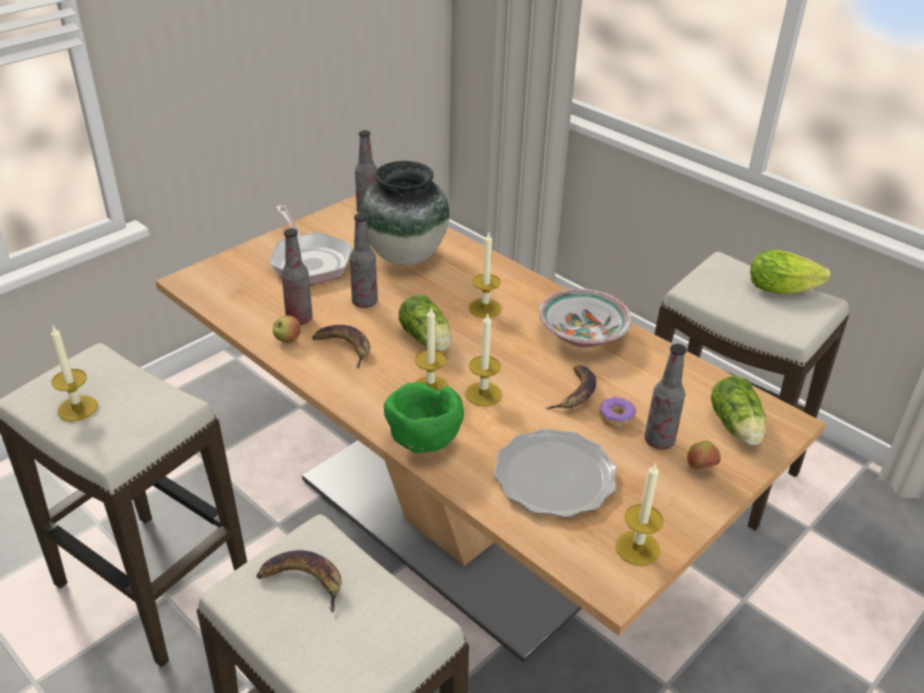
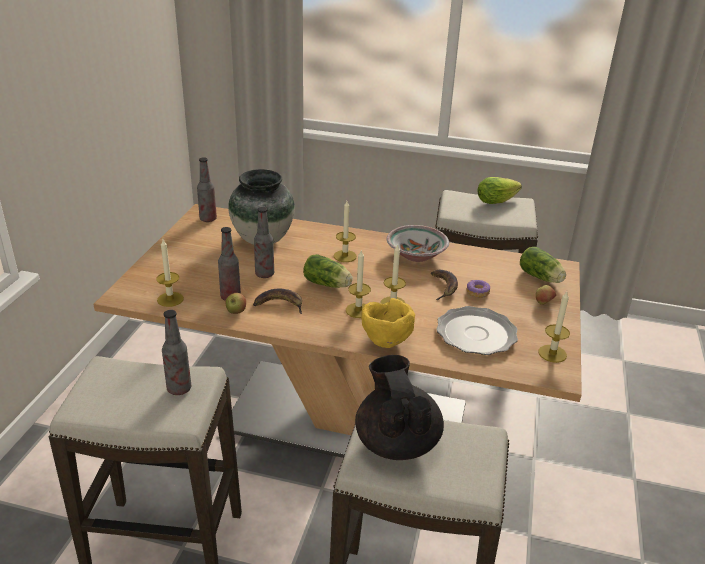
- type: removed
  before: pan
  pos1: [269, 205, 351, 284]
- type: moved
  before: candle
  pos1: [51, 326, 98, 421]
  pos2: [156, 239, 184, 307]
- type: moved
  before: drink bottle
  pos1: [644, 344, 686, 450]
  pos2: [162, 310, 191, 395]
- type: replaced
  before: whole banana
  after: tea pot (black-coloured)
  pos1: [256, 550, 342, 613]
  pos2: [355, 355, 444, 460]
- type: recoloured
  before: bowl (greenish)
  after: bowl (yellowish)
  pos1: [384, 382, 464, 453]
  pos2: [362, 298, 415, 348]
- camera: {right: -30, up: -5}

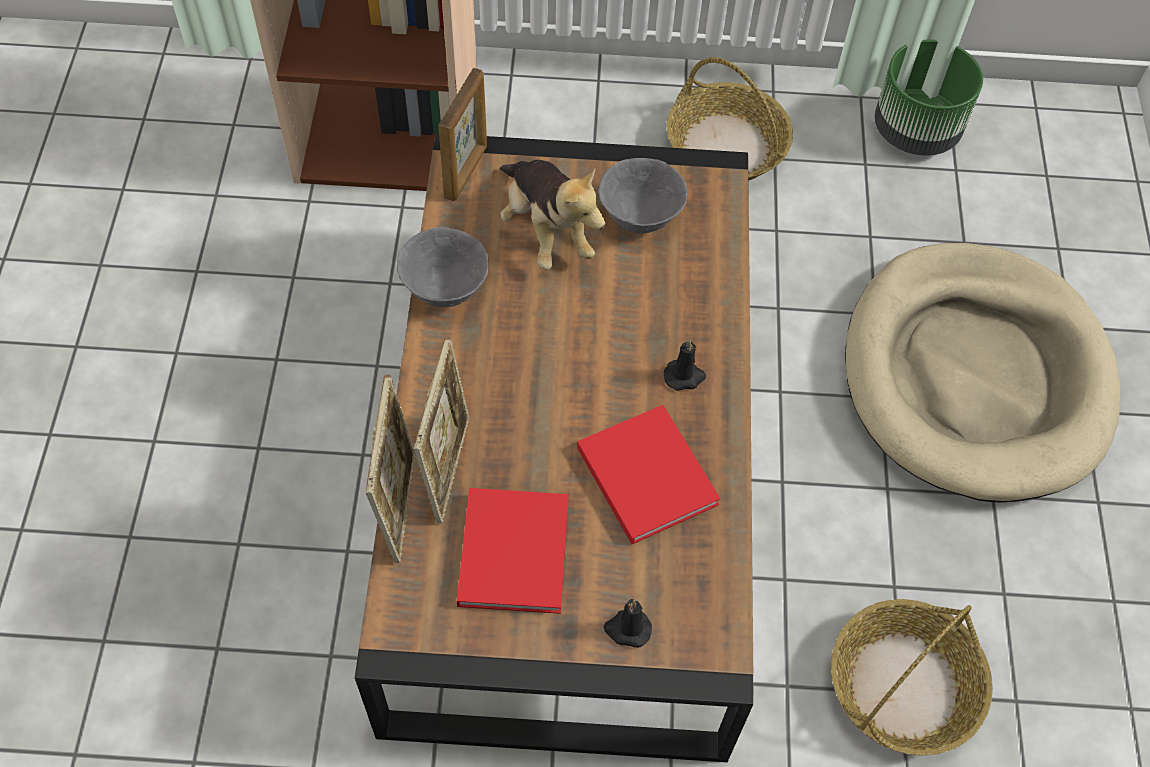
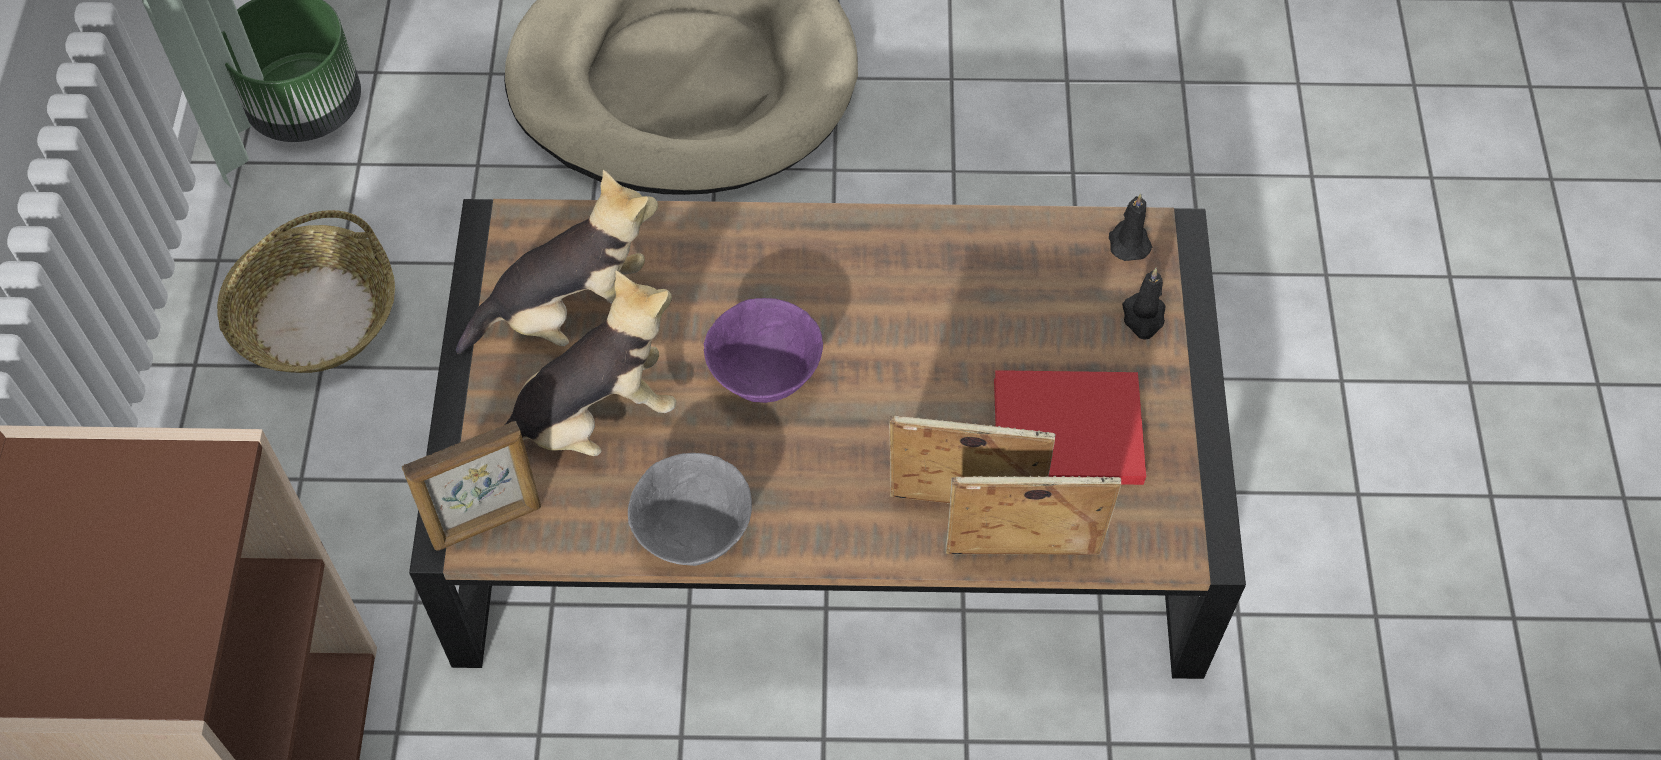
- type: removed
  before: volume (red)
  pos1: [577, 405, 721, 544]
- type: removed
  before: basket
  pos1: [831, 599, 993, 755]
- type: added
  after: bowl (purple-coloured)
  pos2: [704, 298, 823, 403]
- type: moved
  before: candle (black-coloured)
  pos1: [664, 339, 706, 391]
  pos2: [1109, 193, 1152, 261]
- type: replaced
  before: bowl (greyish)
  after: cuddly toy
  pos1: [599, 158, 688, 233]
  pos2: [456, 170, 658, 354]
- type: turned
  before: picture frame
  pos1: [438, 68, 487, 201]
  pos2: [402, 421, 541, 551]
  turn: 135
- camera: {right: -90, up: 0}

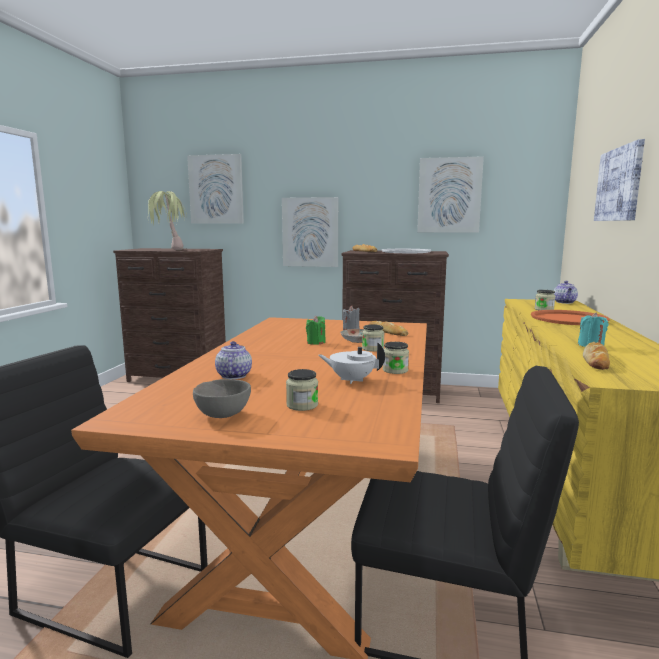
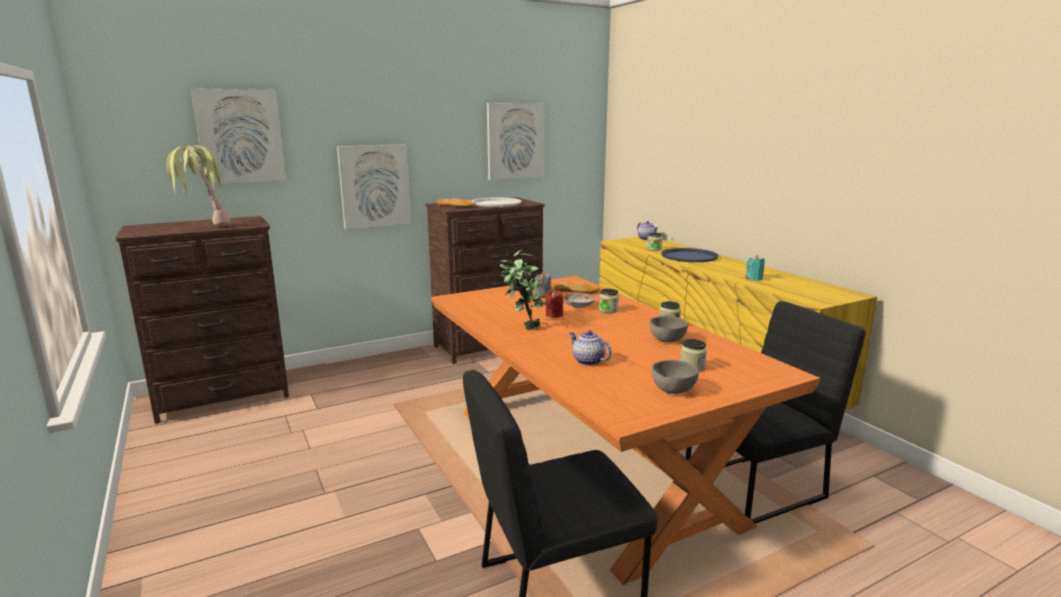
- type: removed
  before: baked bread
  pos1: [583, 342, 610, 370]
- type: removed
  before: wall picture
  pos1: [594, 139, 645, 221]
- type: added
  after: plant in a pot
  pos2: [499, 250, 548, 330]
- type: replaced
  before: tea pot (white)
  after: bowl (greyish)
  pos1: [319, 343, 385, 384]
  pos2: [649, 316, 688, 342]
- type: recoloured
  before: candle (greenish)
  after: candle (red)
  pos1: [306, 315, 326, 345]
  pos2: [545, 289, 563, 318]
- type: recoloured
  before: serving tray (orangey)
  after: serving tray (blue-coloured)
  pos1: [531, 310, 610, 325]
  pos2: [661, 248, 719, 262]
- camera: {right: -40, up: 5}

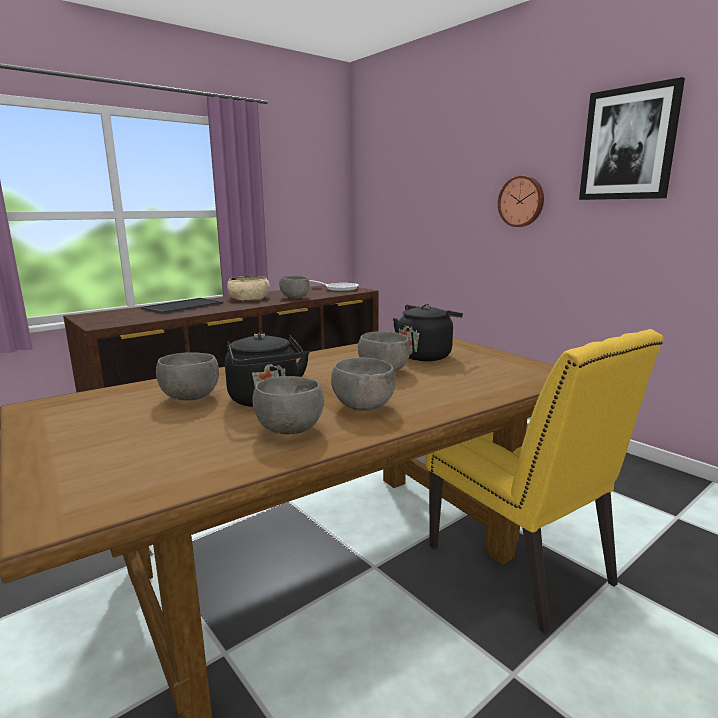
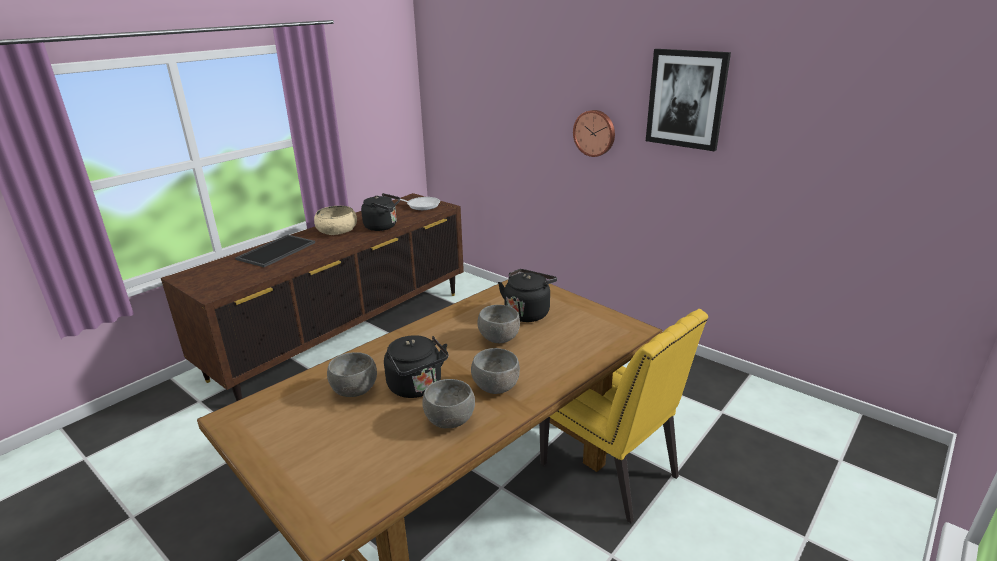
- type: replaced
  before: bowl (greyish)
  after: water kettle (black-coloured)
  pos1: [279, 276, 309, 299]
  pos2: [361, 193, 400, 231]
- camera: {right: -10, up: 10}

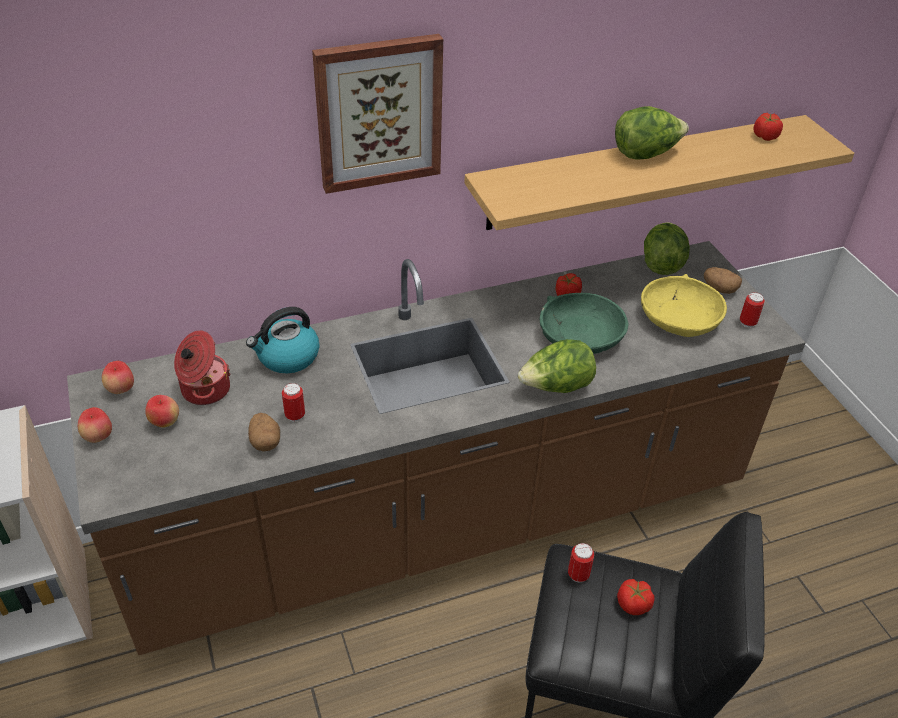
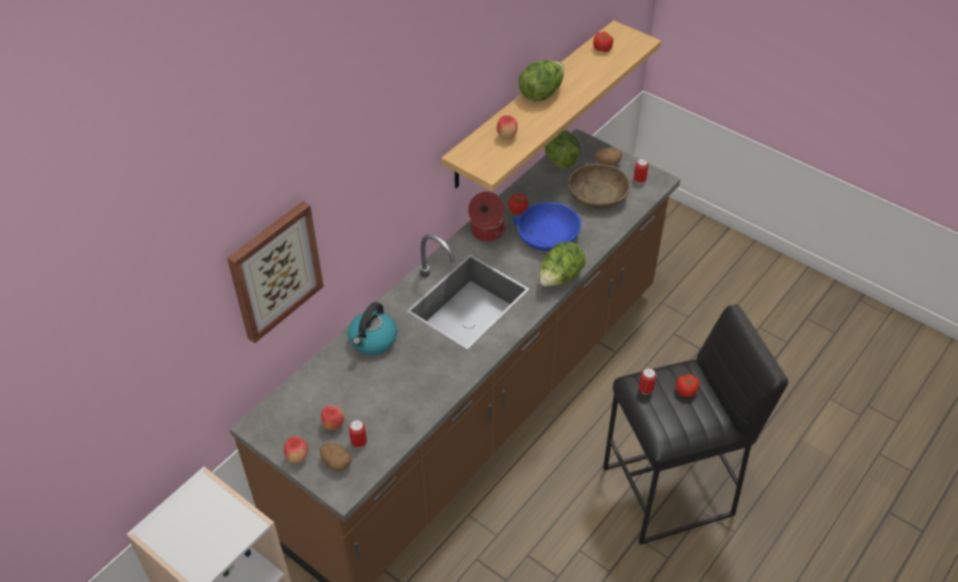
- type: moved
  before: apple fruit
  pos1: [102, 361, 134, 394]
  pos2: [497, 115, 518, 140]
- type: moved
  before: cooking pot
  pos1: [174, 330, 230, 405]
  pos2: [468, 192, 506, 242]
- type: moved
  before: spud
  pos1: [248, 413, 280, 452]
  pos2: [320, 443, 352, 471]
- type: moved
  before: can
  pos1: [282, 383, 305, 422]
  pos2: [349, 420, 367, 448]
- type: moved
  before: wall picture
  pos1: [312, 34, 443, 194]
  pos2: [227, 201, 324, 343]
- type: recoloured
  before: bowl (greenish)
  after: bowl (blue-coloured)
  pos1: [540, 293, 628, 354]
  pos2: [514, 202, 581, 251]
- type: recoloured
  before: bowl (yellowish)
  after: bowl (brown)
  pos1: [641, 274, 727, 337]
  pos2: [568, 162, 630, 209]
- camera: {right: -30, up: 5}

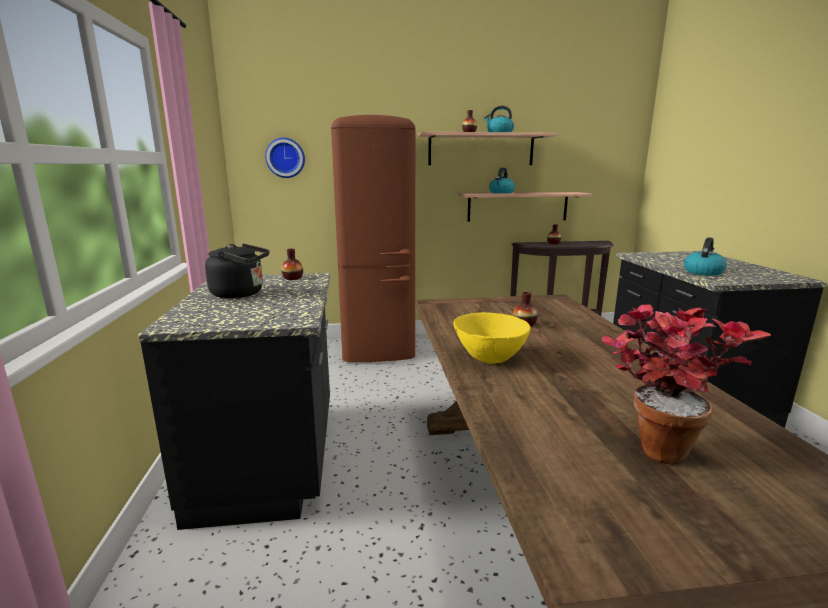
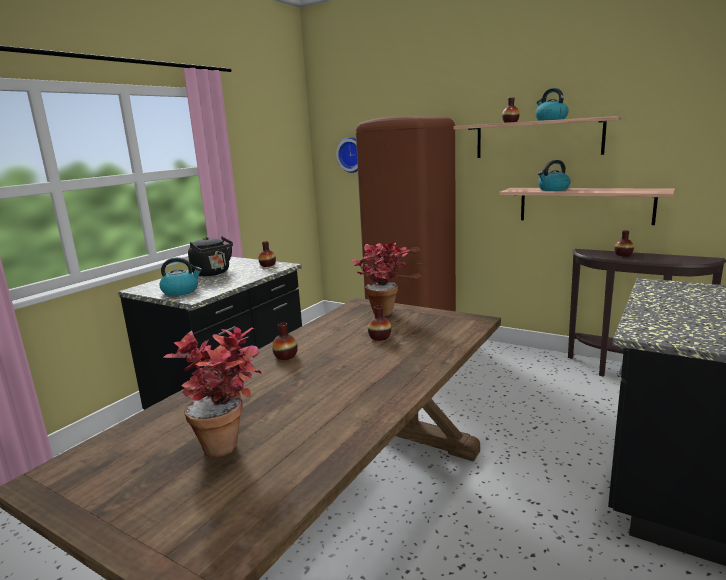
- type: added
  after: plant in a pot
  pos2: [352, 242, 410, 317]
- type: moved
  before: water kettle
  pos1: [684, 237, 727, 276]
  pos2: [159, 257, 202, 296]
- type: replaced
  before: bowl (yellowish)
  after: vase
  pos1: [453, 312, 531, 364]
  pos2: [272, 322, 298, 360]
- camera: {right: 40, up: 0}

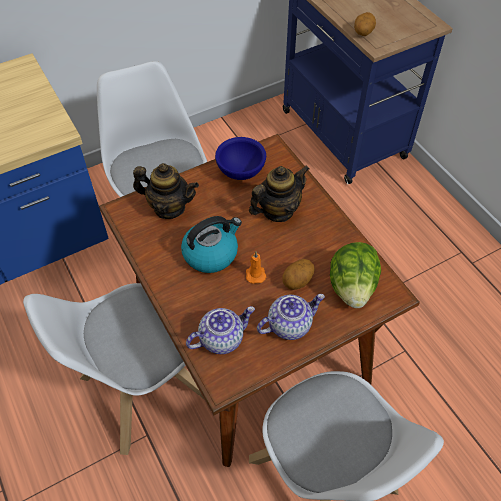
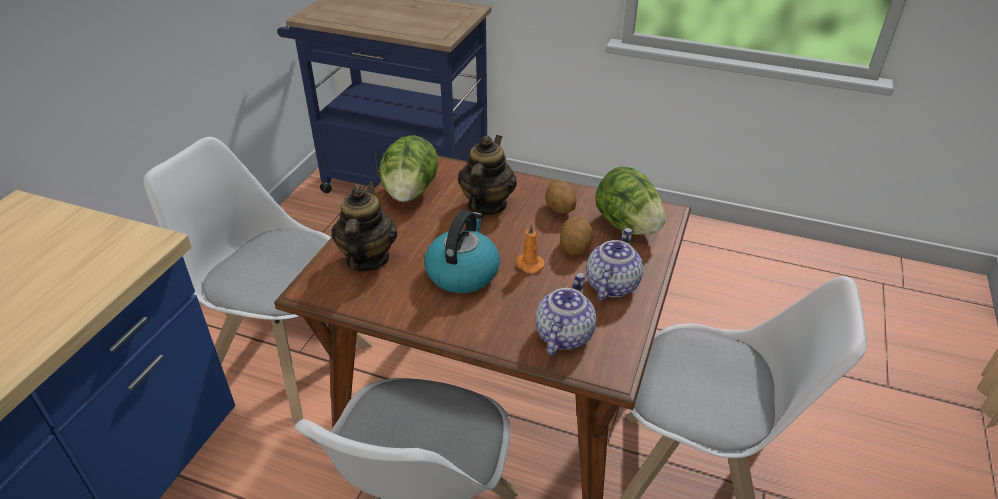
- type: moved
  before: spud
  pos1: [354, 12, 376, 36]
  pos2: [545, 180, 577, 213]
- type: replaced
  before: bowl (blue-coloured)
  after: lettuce
  pos1: [215, 137, 266, 180]
  pos2: [379, 135, 438, 202]
- type: turned
  before: tea pot
  pos1: [133, 163, 199, 219]
  pos2: [331, 182, 398, 272]
  turn: -60
- camera: {right: -40, up: -15}

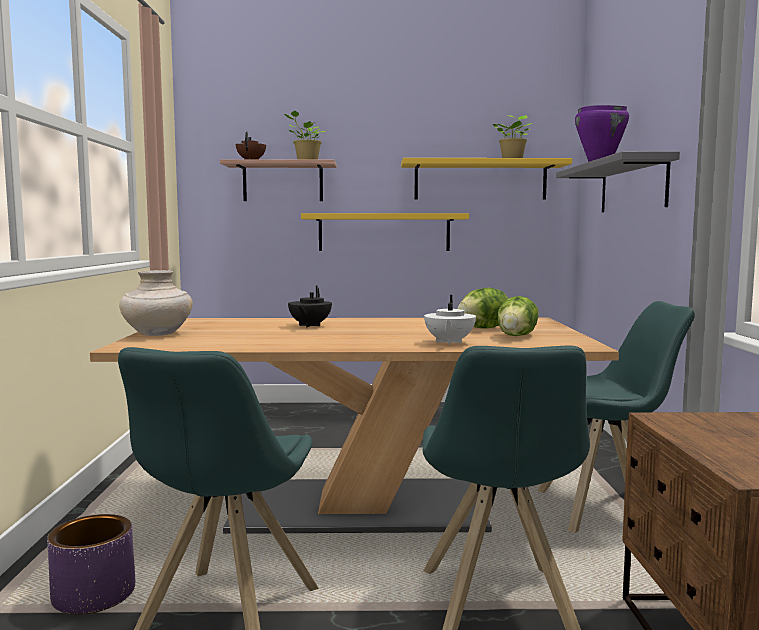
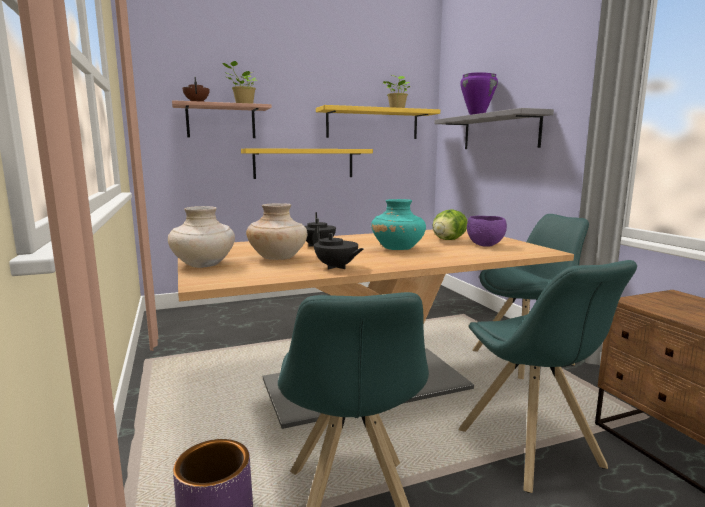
- type: removed
  before: tea pot (white)
  pos1: [424, 295, 476, 345]
- type: added
  after: vase (sand-coloured)
  pos2: [246, 203, 307, 260]
- type: added
  after: tea pot (black-coloured)
  pos2: [313, 226, 364, 270]
- type: added
  after: vase (turquoise)
  pos2: [371, 199, 426, 250]
- type: replaced
  before: lettuce
  after: bowl (purple-coloured)
  pos1: [497, 296, 539, 336]
  pos2: [467, 216, 507, 247]
- camera: {right: -20, up: 5}

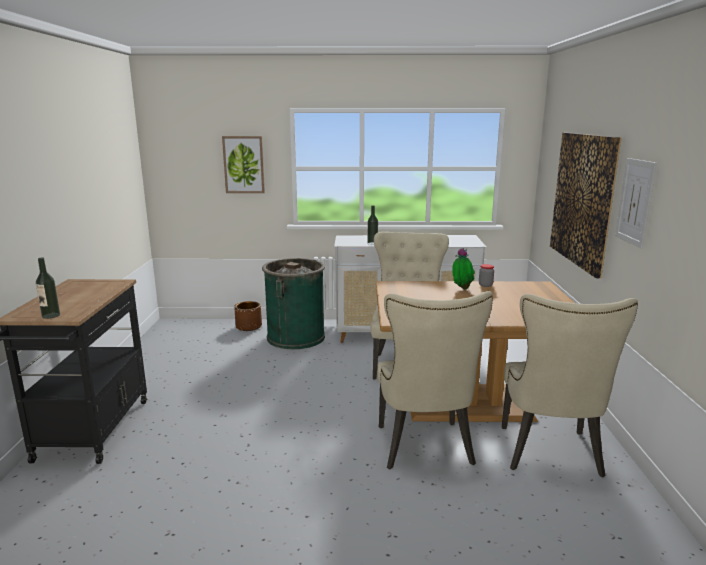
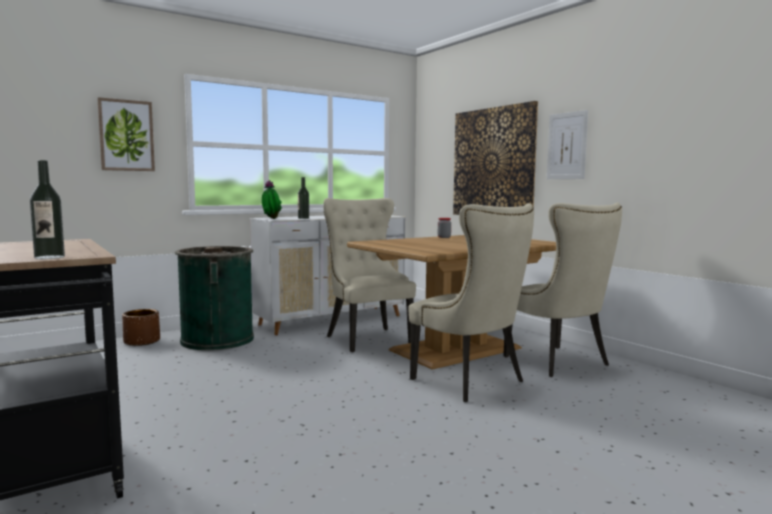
- type: moved
  before: plant in a pot
  pos1: [452, 248, 475, 289]
  pos2: [262, 180, 282, 219]
- camera: {right: -35, up: -10}

